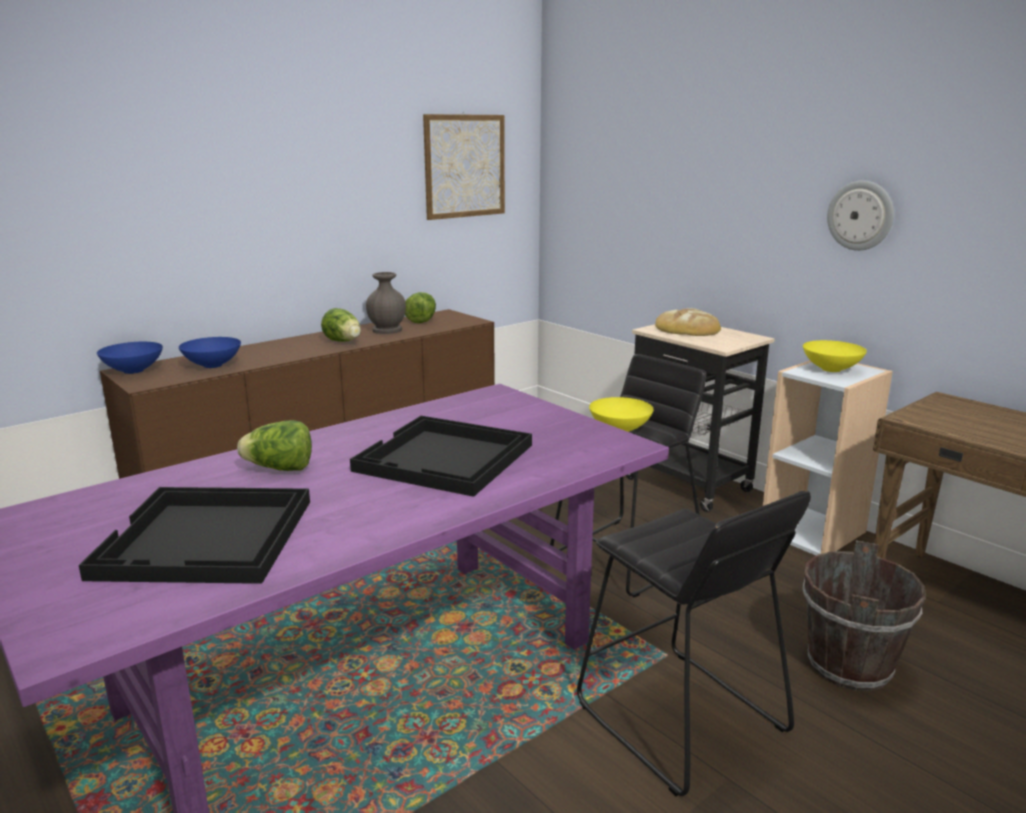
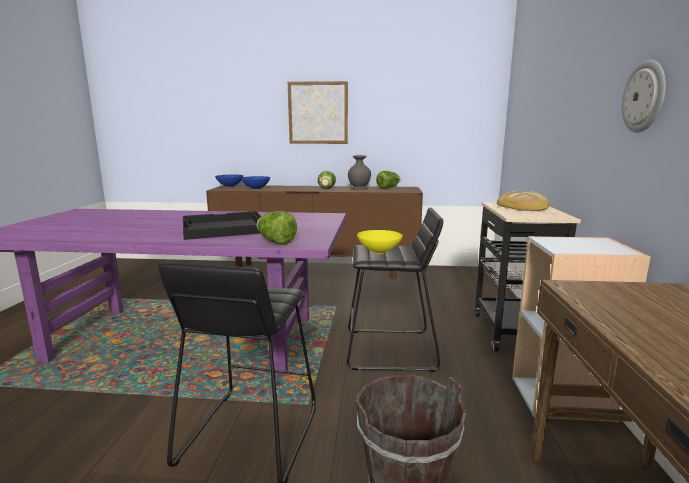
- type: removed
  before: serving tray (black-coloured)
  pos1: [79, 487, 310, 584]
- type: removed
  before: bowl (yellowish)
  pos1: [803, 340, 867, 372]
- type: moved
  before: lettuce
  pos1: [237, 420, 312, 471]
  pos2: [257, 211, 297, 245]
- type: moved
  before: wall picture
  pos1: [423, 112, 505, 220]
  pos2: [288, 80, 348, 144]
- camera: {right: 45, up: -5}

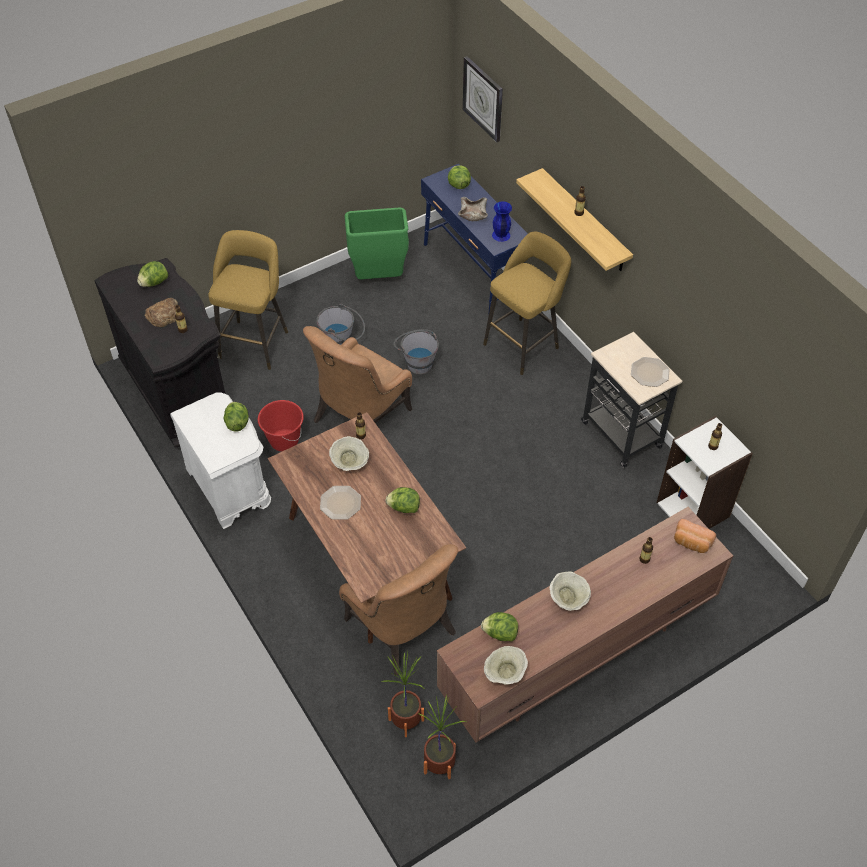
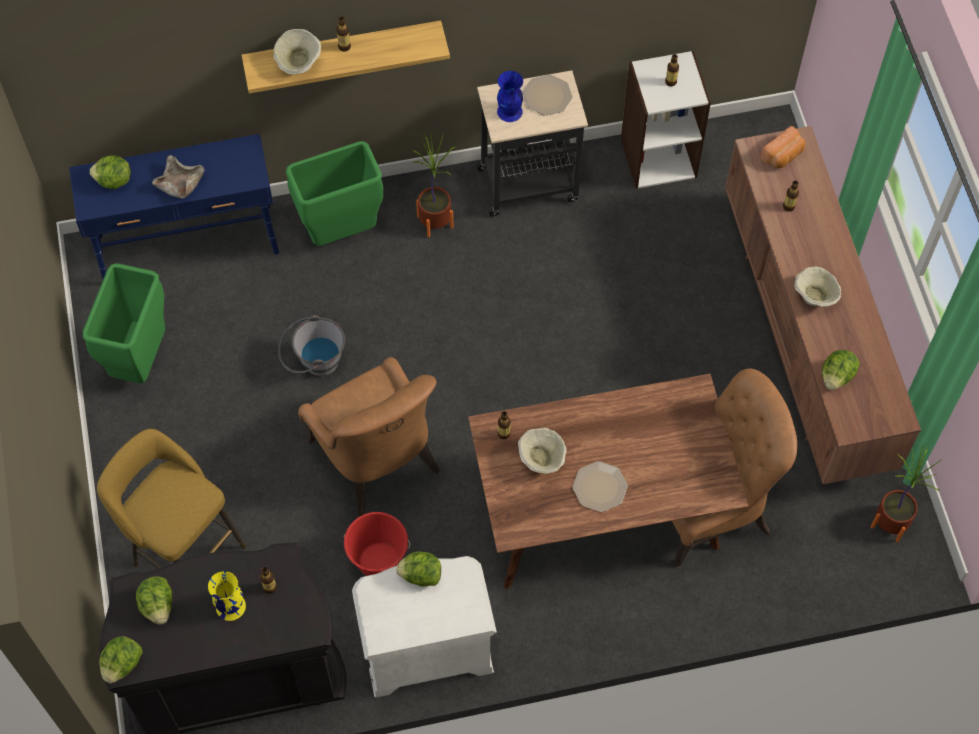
- type: removed
  before: bucket (greyish)
  pos1: [316, 304, 365, 345]
- type: removed
  before: wall clock
  pos1: [463, 56, 503, 142]
- type: moved
  before: plant in a pot
  pos1: [381, 651, 425, 737]
  pos2: [411, 131, 457, 237]
- type: moved
  before: lettuce
  pos1: [386, 487, 420, 513]
  pos2: [99, 636, 143, 684]
- type: moved
  before: bowl (sand-coloured)
  pos1: [484, 646, 528, 685]
  pos2: [273, 29, 321, 75]
- type: moved
  before: vase (blue-coloured)
  pos1: [492, 201, 512, 242]
  pos2: [497, 71, 523, 122]
- type: replaced
  before: baked bread
  after: vase (yellowish)
  pos1: [145, 298, 178, 327]
  pos2: [208, 571, 246, 621]
- type: replaced
  before: stool seat (yellowish)
  after: trash can (greenish)
  pos1: [483, 232, 571, 375]
  pos2: [286, 141, 383, 246]
- camera: {right: -70, up: 10}

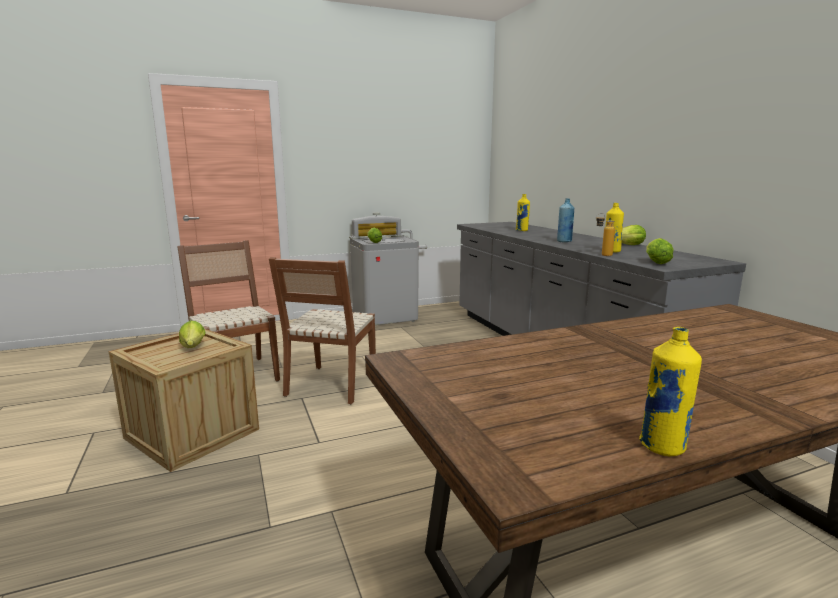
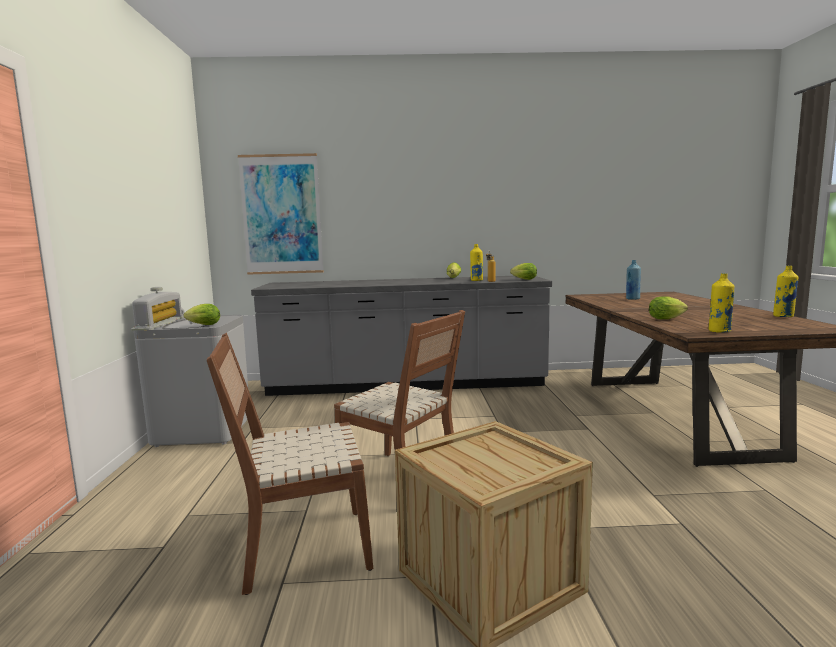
- type: added
  after: wall picture
  pos2: [238, 153, 324, 275]
- type: moved
  before: lettuce
  pos1: [179, 321, 206, 348]
  pos2: [649, 296, 688, 319]
- type: moved
  before: drink bottle (yellowish)
  pos1: [516, 194, 530, 231]
  pos2: [709, 273, 735, 333]
- type: moved
  before: drink bottle (blue-coloured)
  pos1: [557, 199, 574, 242]
  pos2: [626, 260, 641, 300]
- camera: {right: -70, up: -5}

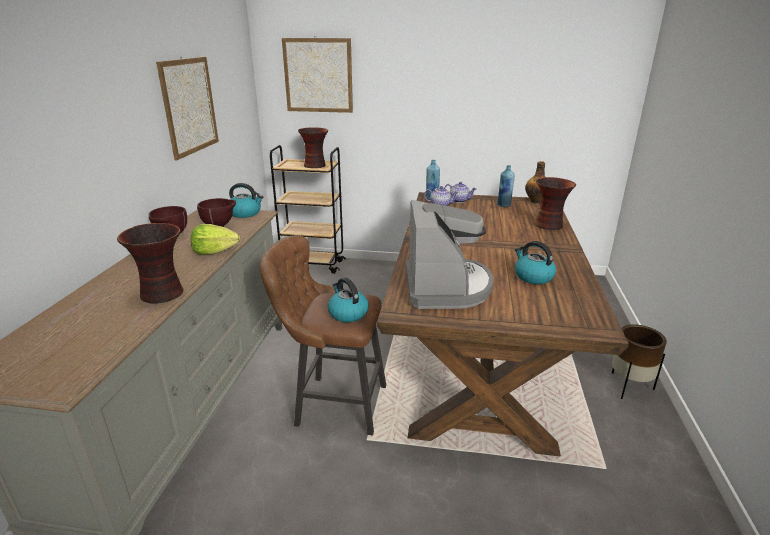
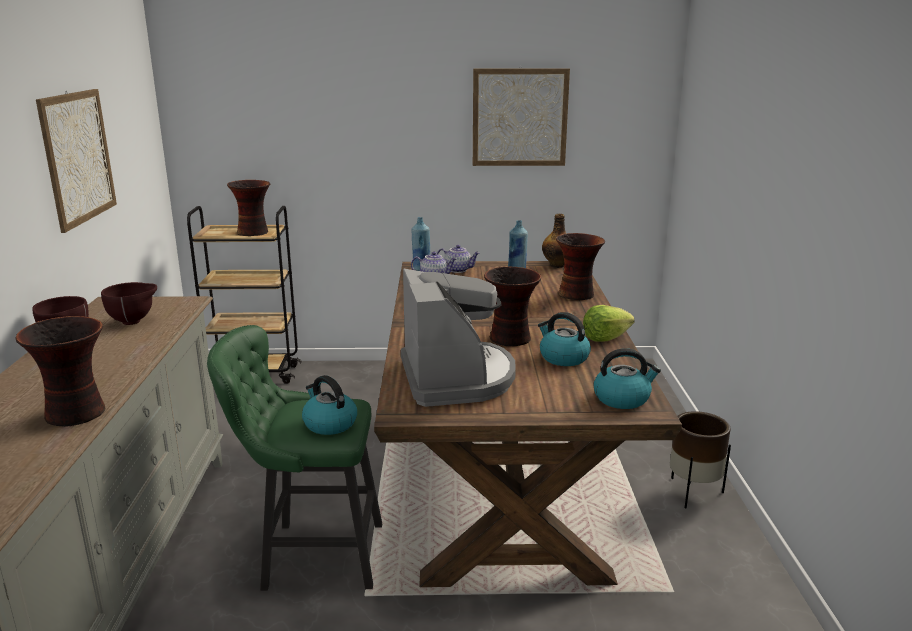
- type: added
  after: vase
  pos2: [484, 267, 541, 346]
- type: moved
  before: lettuce
  pos1: [191, 224, 240, 254]
  pos2: [583, 305, 635, 342]
- type: moved
  before: water kettle
  pos1: [229, 183, 263, 218]
  pos2: [594, 348, 661, 409]
- type: moved
  before: wall picture
  pos1: [282, 37, 353, 113]
  pos2: [473, 66, 570, 166]
- type: recoloured
  before: stool seat (brown)
  after: stool seat (greenish)
  pos1: [259, 235, 386, 436]
  pos2: [207, 325, 382, 591]
- camera: {right: -10, up: -5}

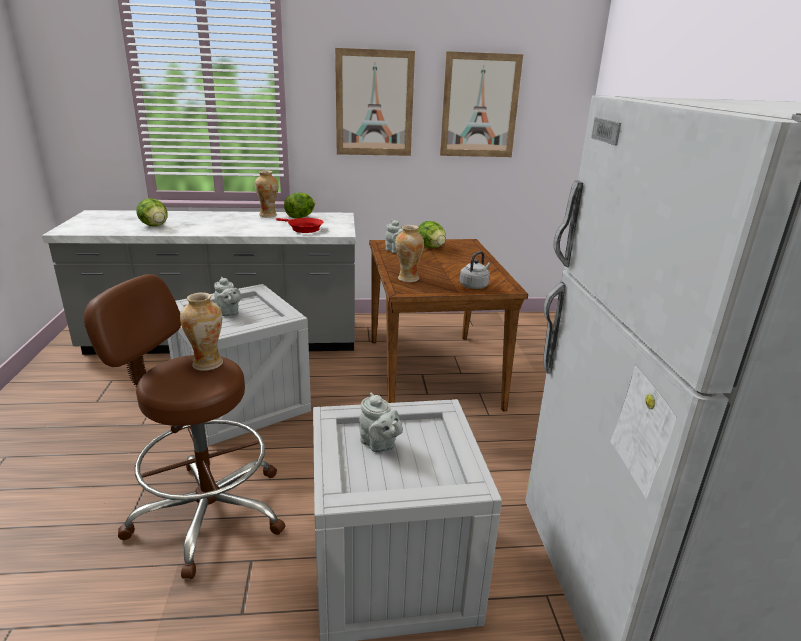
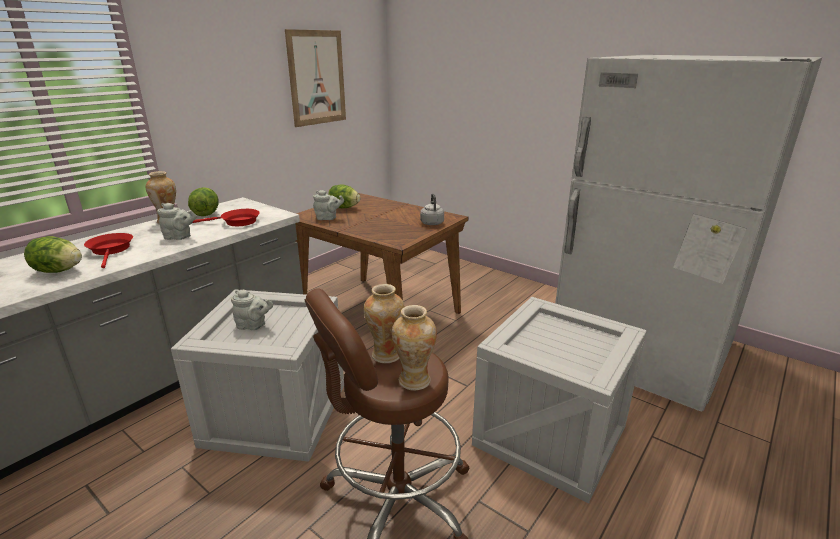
- type: removed
  before: wall picture
  pos1: [335, 48, 415, 156]
- type: added
  after: pan (red)
  pos2: [84, 233, 133, 268]
- type: moved
  before: tea pot (greyish)
  pos1: [359, 393, 403, 453]
  pos2: [157, 203, 196, 240]
- type: moved
  before: vase
  pos1: [395, 225, 424, 282]
  pos2: [392, 305, 437, 391]
- camera: {right: -45, up: 0}

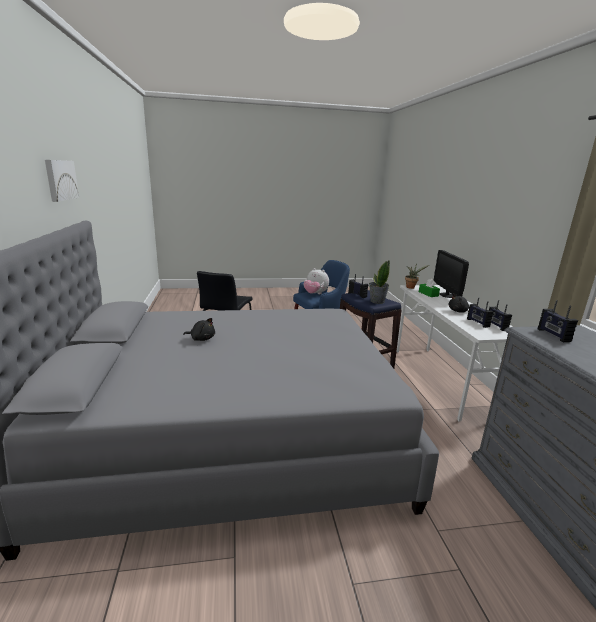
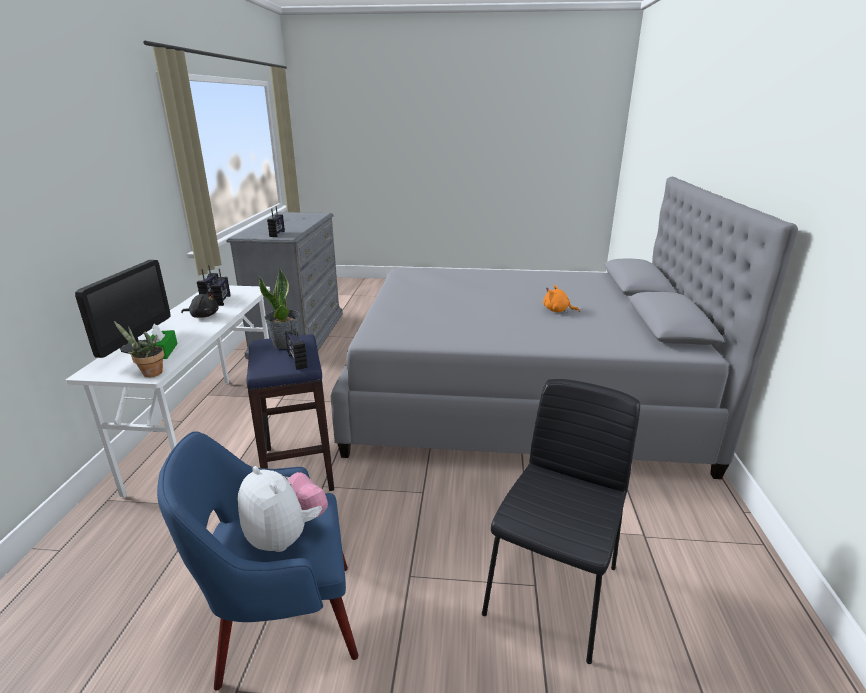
- type: removed
  before: wall picture
  pos1: [45, 160, 79, 202]
- type: recoloured
  before: cuddly toy (black-coloured)
  after: cuddly toy (orangey)
  pos1: [183, 318, 215, 341]
  pos2: [543, 285, 580, 313]
- camera: {right: -165, up: 5}

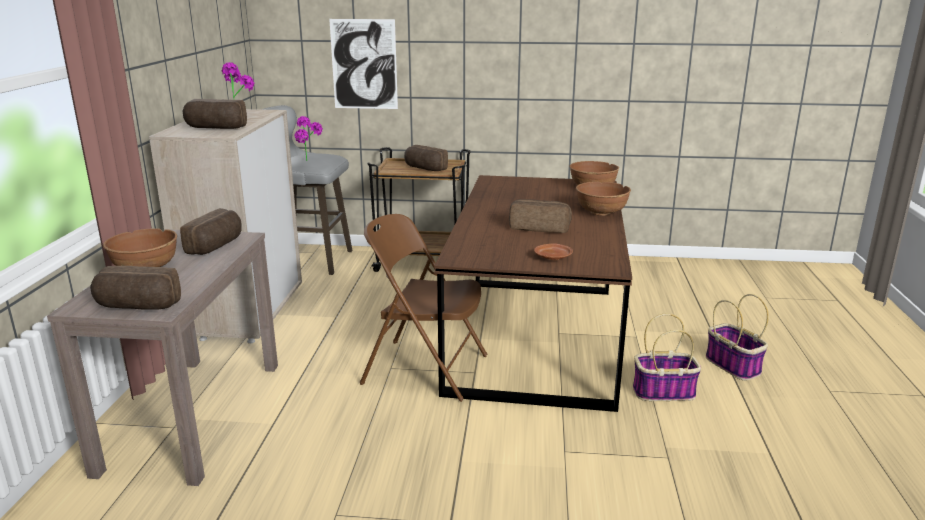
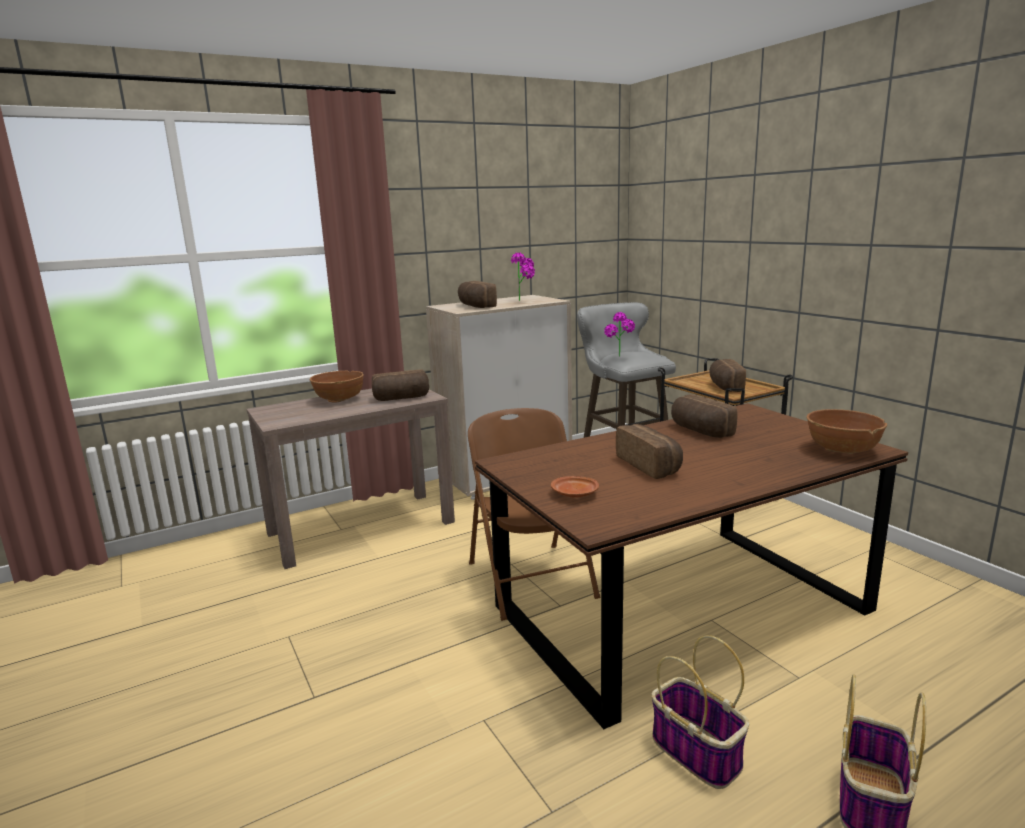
- type: removed
  before: wall picture
  pos1: [329, 19, 398, 109]
- type: removed
  before: bowl (brown)
  pos1: [576, 182, 631, 216]
- type: moved
  before: baked bread
  pos1: [90, 266, 181, 310]
  pos2: [671, 394, 737, 438]
- camera: {right: 55, up: -5}

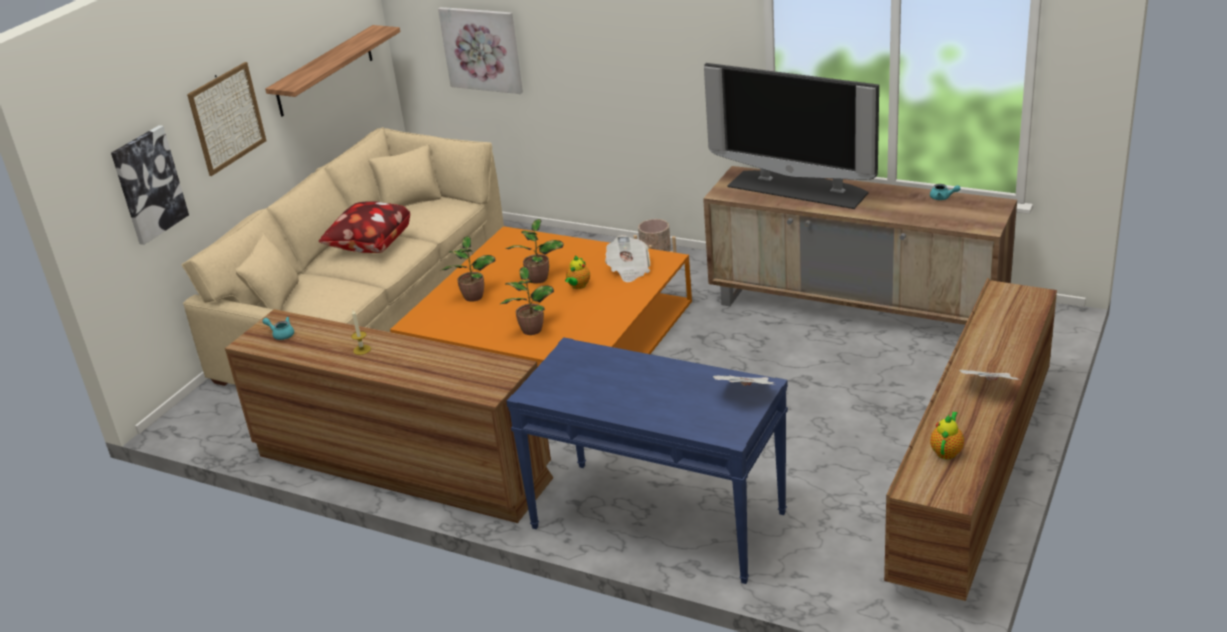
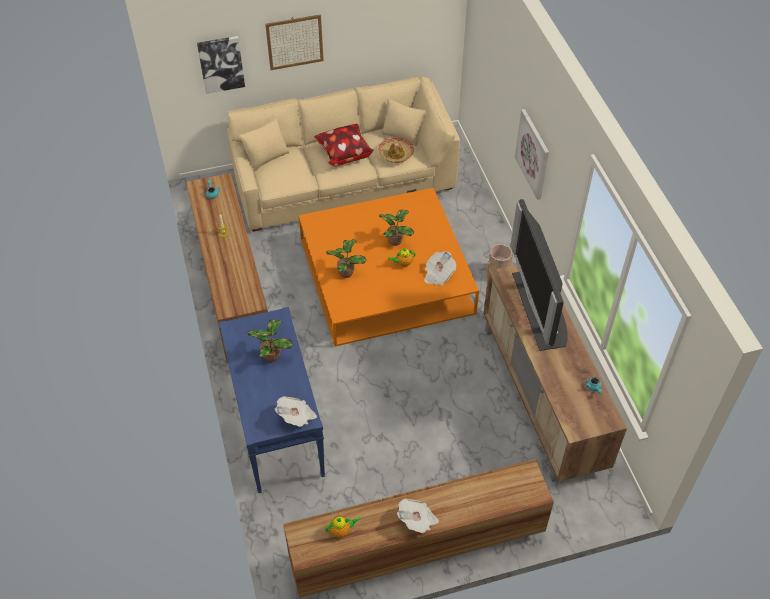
- type: removed
  before: bracket shelf
  pos1: [265, 25, 400, 117]
- type: added
  after: clothing hat
  pos2: [378, 137, 414, 163]
- type: moved
  before: wall picture
  pos1: [438, 7, 523, 94]
  pos2: [515, 109, 549, 200]
- type: moved
  before: plant in a pot
  pos1: [440, 236, 495, 302]
  pos2: [247, 319, 293, 362]
- camera: {right: 45, up: 20}

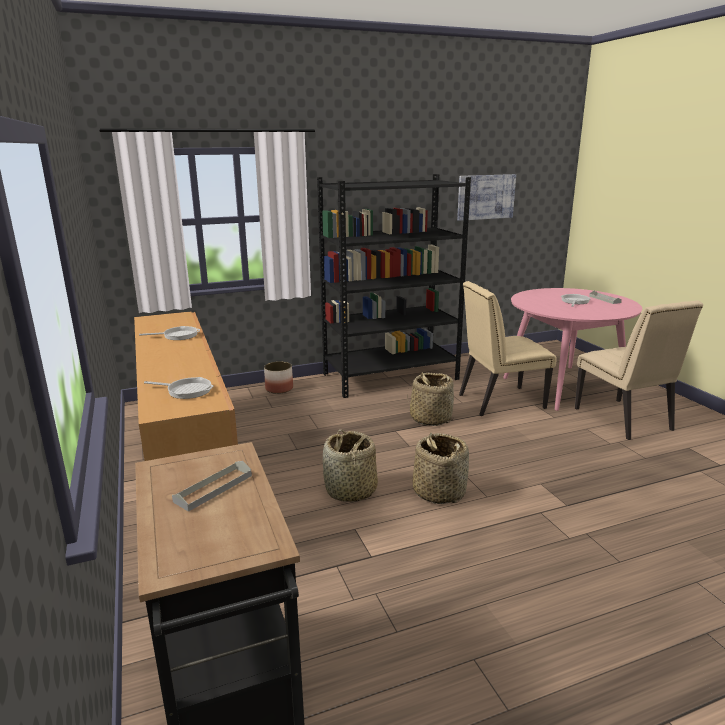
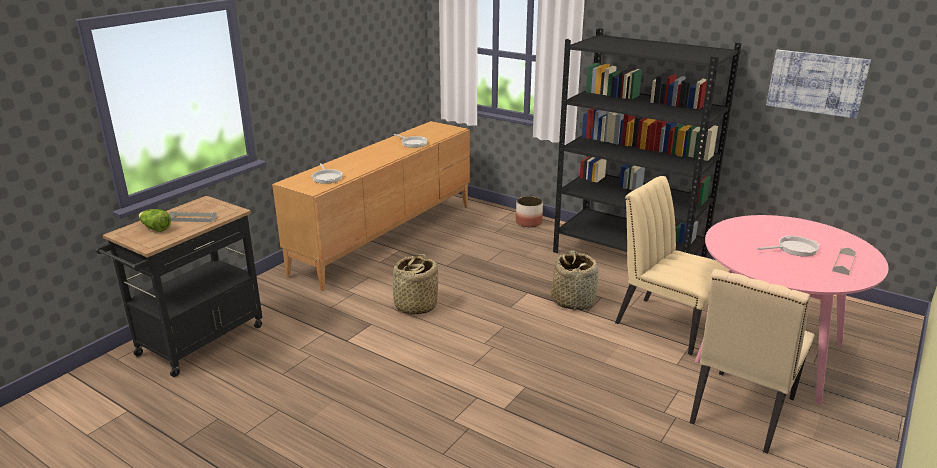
- type: removed
  before: basket
  pos1: [413, 433, 469, 504]
- type: added
  after: lettuce
  pos2: [139, 209, 171, 232]
- camera: {right: 55, up: 5}

